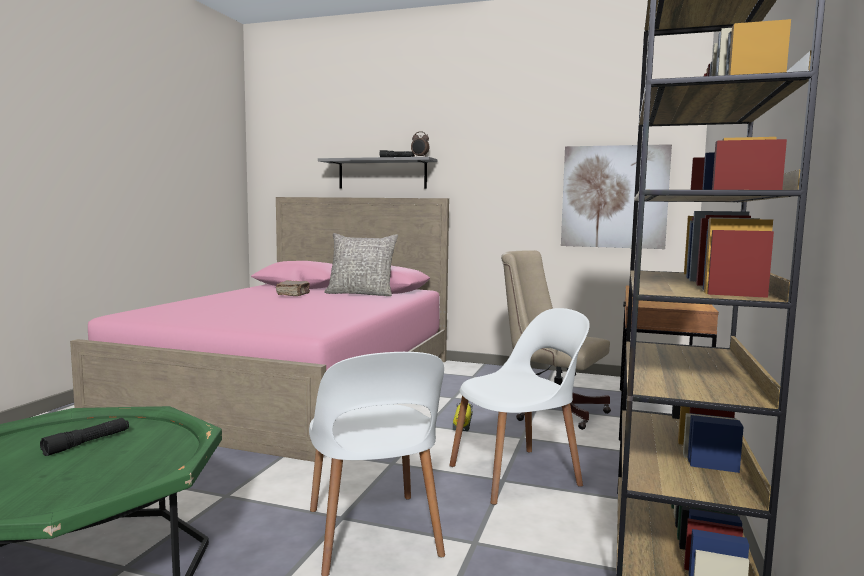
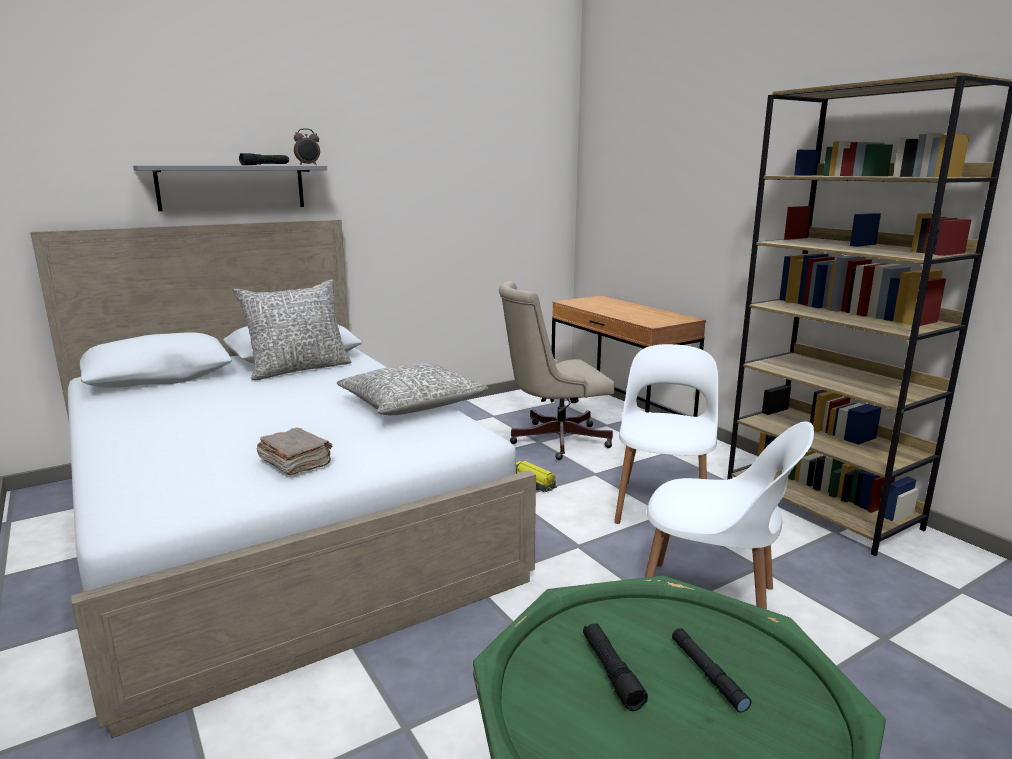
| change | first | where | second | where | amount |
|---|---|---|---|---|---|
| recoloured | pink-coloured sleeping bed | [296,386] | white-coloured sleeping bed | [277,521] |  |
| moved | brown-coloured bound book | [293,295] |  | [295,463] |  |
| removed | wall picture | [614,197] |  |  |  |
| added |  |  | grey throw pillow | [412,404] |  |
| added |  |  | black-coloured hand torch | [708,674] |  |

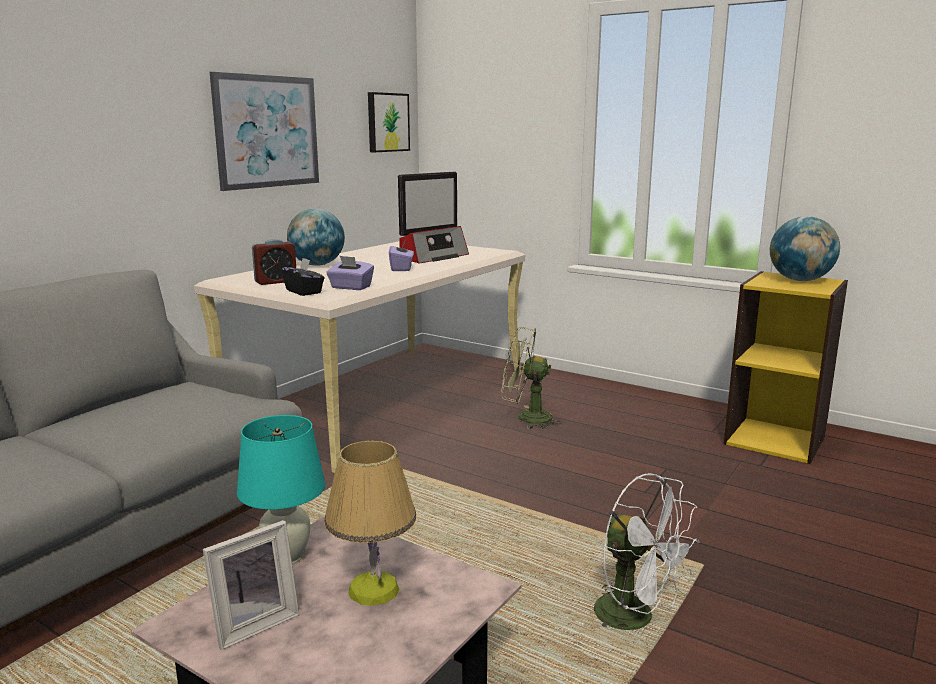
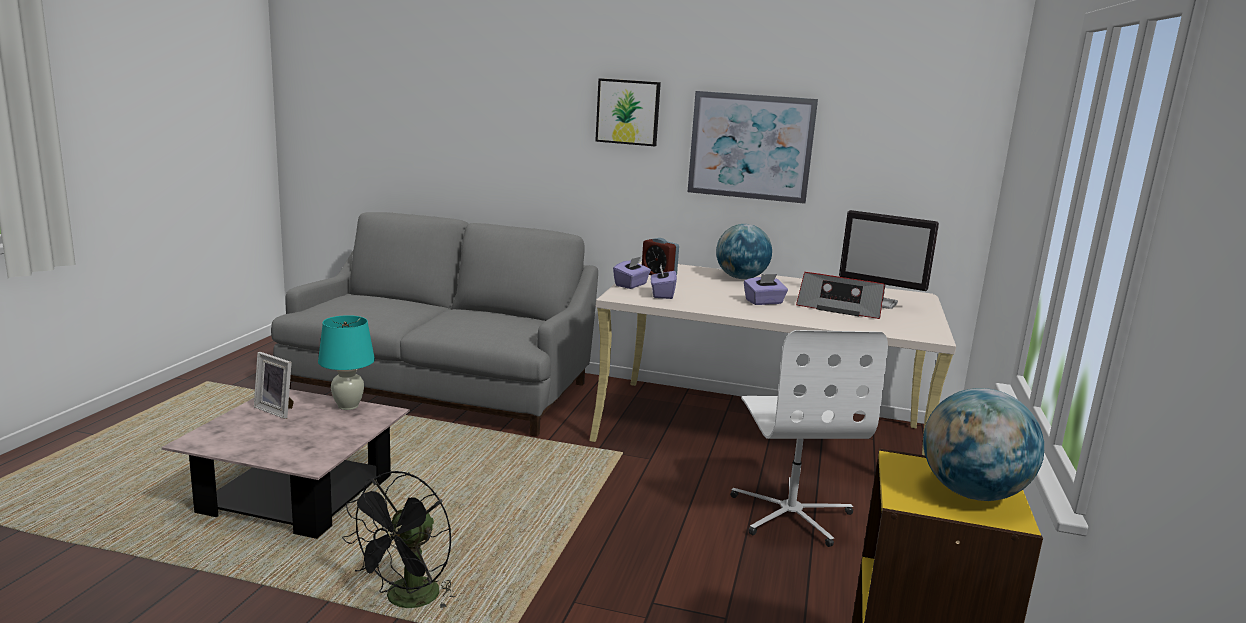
| change | first | where | second | where | amount |
|---|---|---|---|---|---|
| recoloured | black-coloured tissue box | [304,292] | purple tissue box | [631,285] |  |
| removed | lamp for a table | [373,589] |  |  |  |
| moved | wall picture | [387,122] |  | [628,112] |  |
| replaced | green-coloured fan | [526,418] | white-coloured office chair | [791,514] |  |
| recoloured | white-coloured fan | [636,618] | black-coloured fan | [407,601] |  |

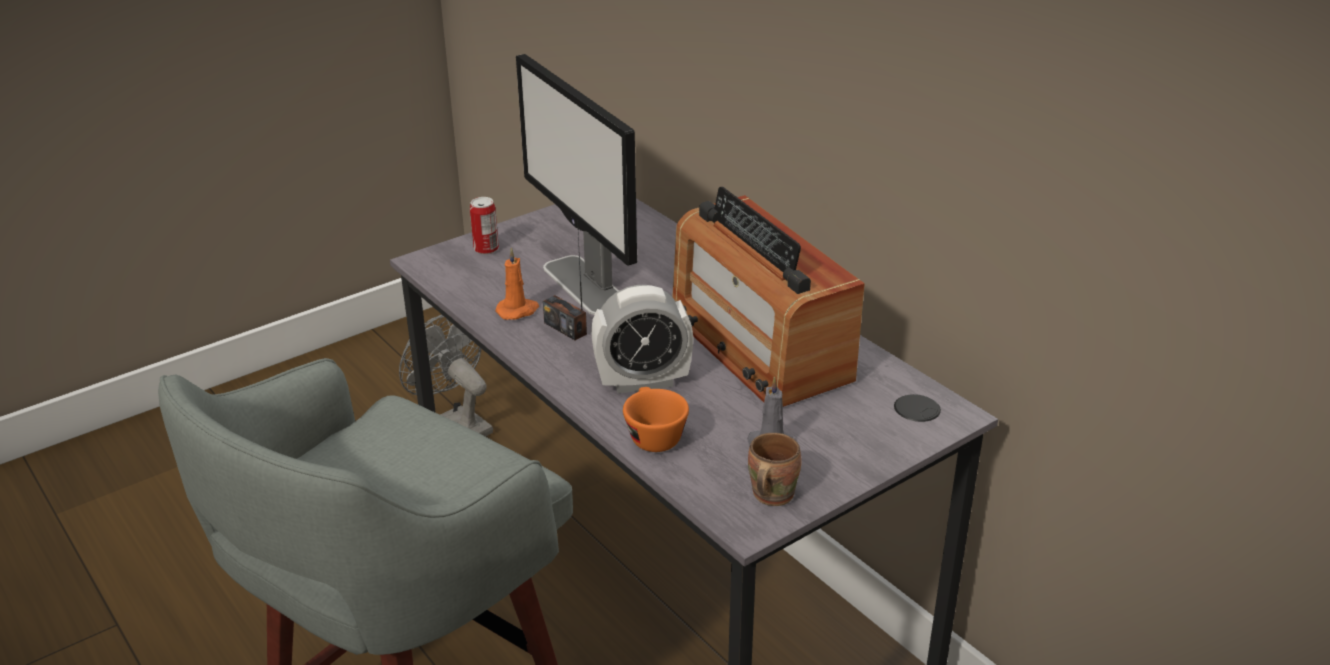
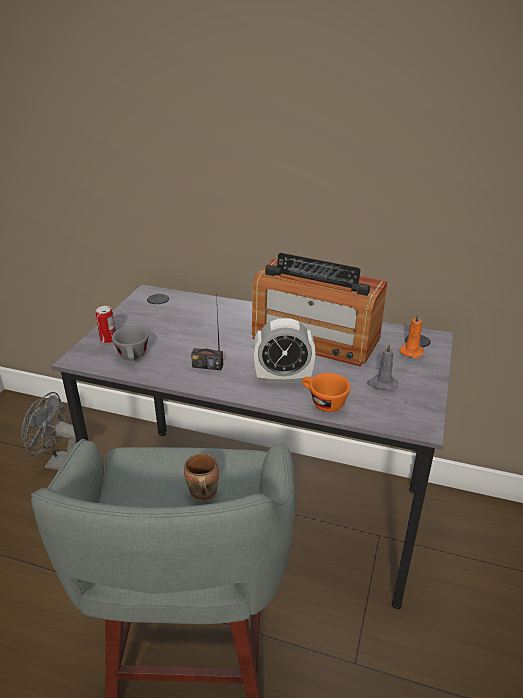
| change | first | where | second | where | amount |
|---|---|---|---|---|---|
| moved | orange-coloured wax light | [518,310] |  | [411,351] |  |
| removed | computer screen | [585,285] |  |  |  |
| turned | alarm clock | [642,382] |  | [283,377] | 45 degrees clockwise |
| moved | brown-coloured tea mug | [769,495] |  | [201,493] |  |
| added |  |  | grey small cup | [133,357] |  |

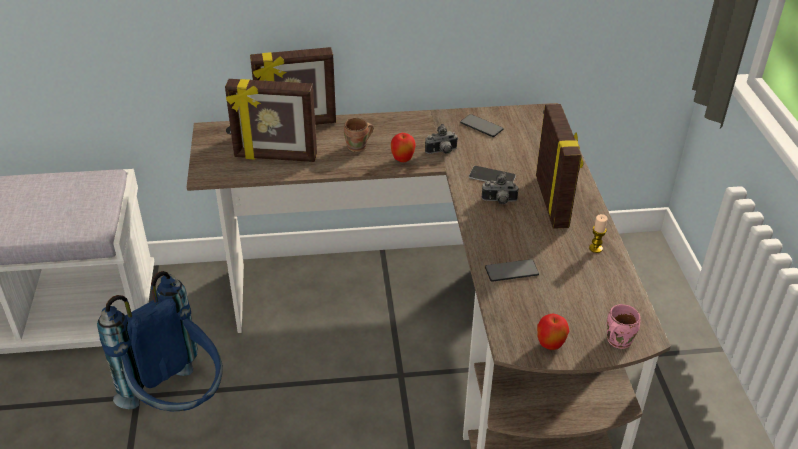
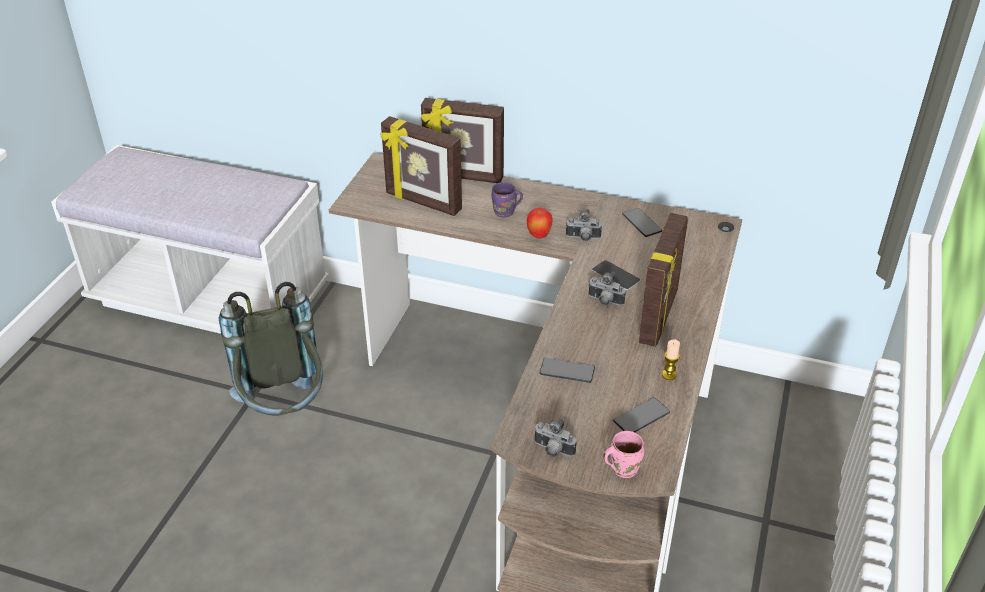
| change | first | where | second | where | amount |
|---|---|---|---|---|---|
| recoloured | blue-coloured knapsack | [179,403] | grey knapsack | [284,411] |  |
| recoloured | brown-coloured tea mug | [358,147] | purple tea mug | [505,213] |  |
| replaced | apple | [550,345] | still camera | [552,450] |  |
| added |  |  | handset | [641,417] |  |

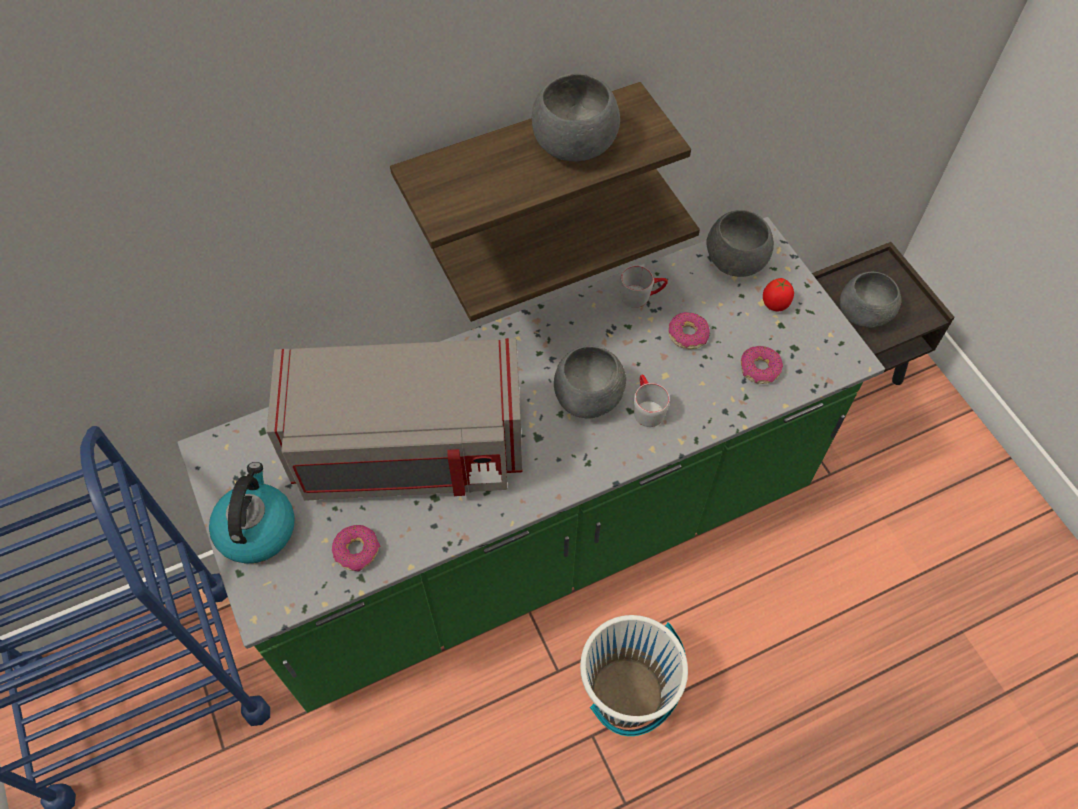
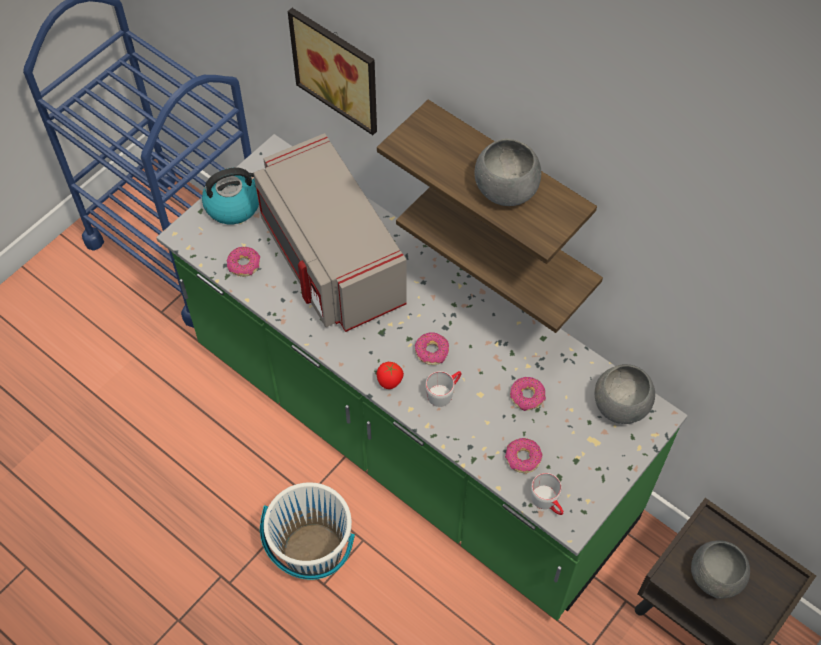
| change | first | where | second | where | amount |
|---|---|---|---|---|---|
| replaced | grey deep dish | [589,398] | ring doughnut | [432,351] |  |
| moved | grey tea mug | [641,295] |  | [548,502] |  |
| moved | fresh tomato | [775,305] |  | [389,382] |  |
| added |  |  | wall picture | [338,68] |  |

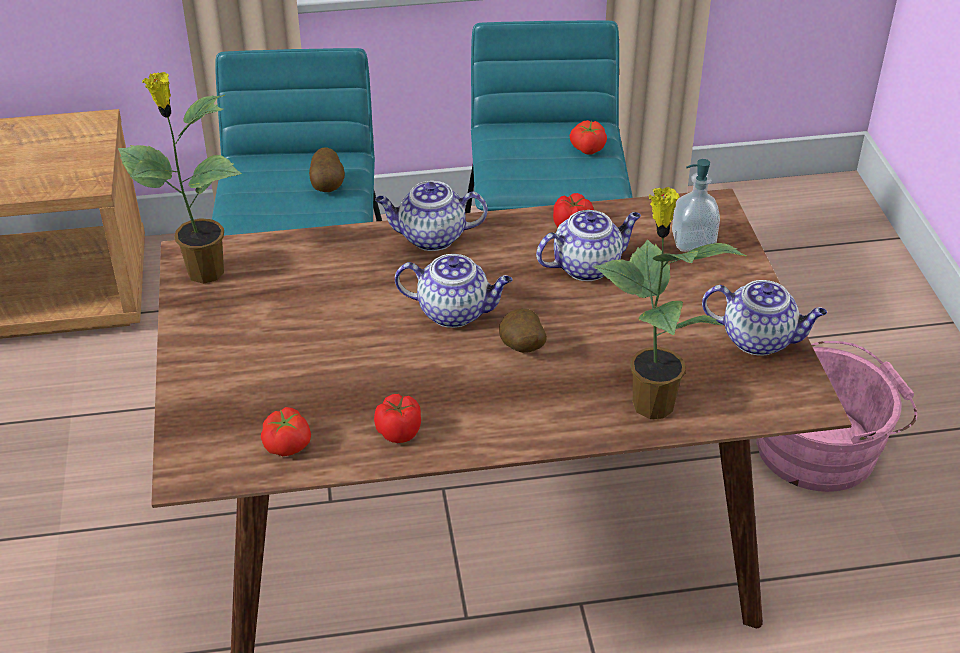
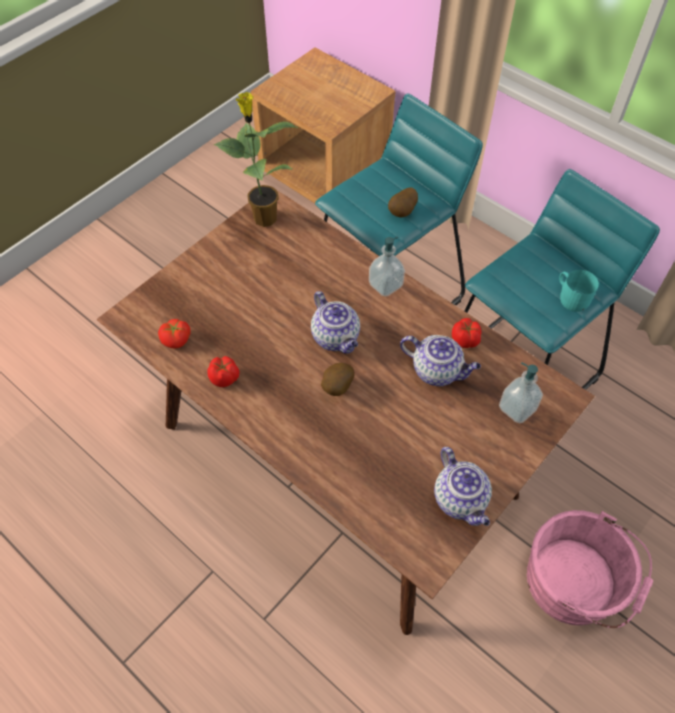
| change | first | where | second | where | amount |
|---|---|---|---|---|---|
| replaced | teapot | [431,238] | liquid soap bottle | [385,285] |  |
| replaced | fresh tomato | [587,148] | blue-green tea mug | [571,297] |  |
| removed | houseplant | [650,403] |  |  |  |

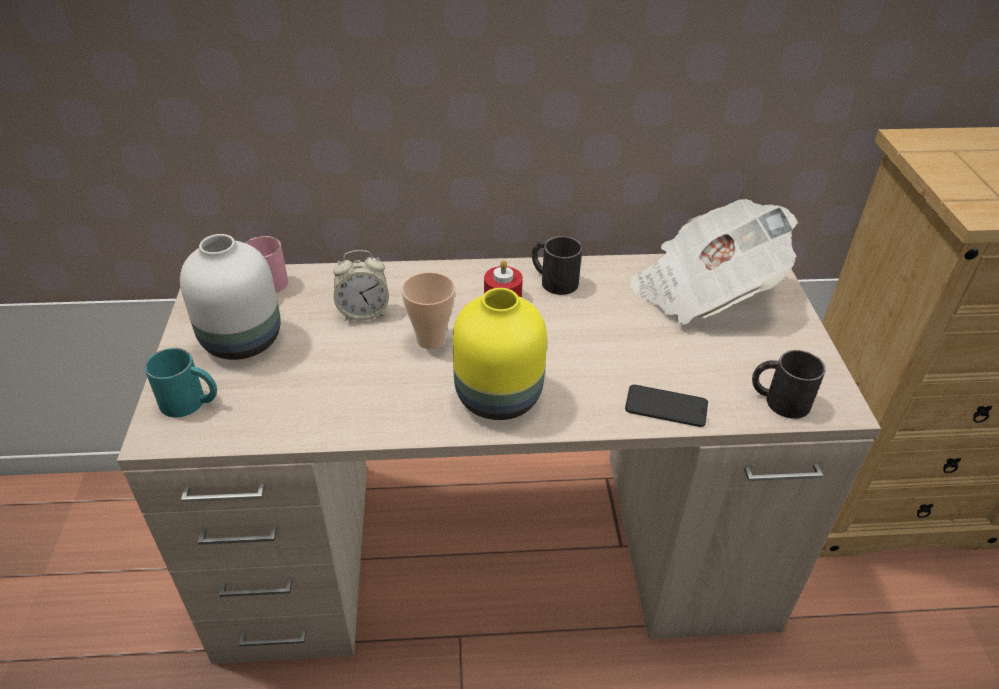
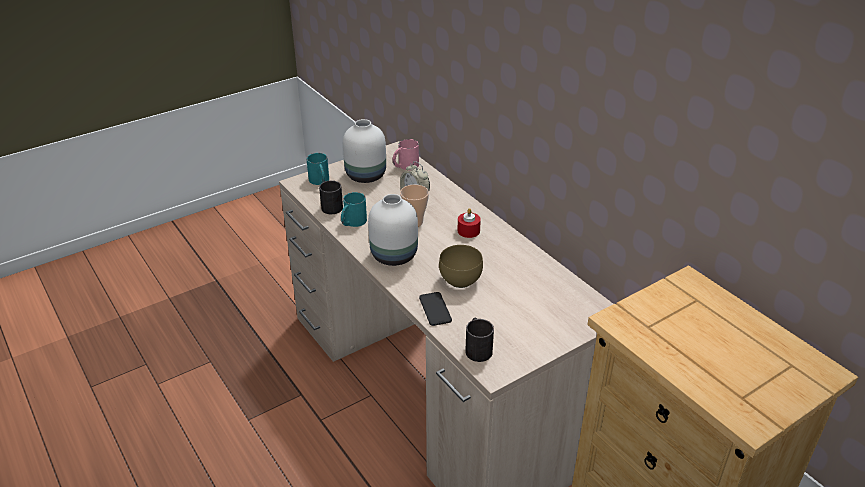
| change | first | where | second | where | amount |
|---|---|---|---|---|---|
| recoloured | yellow-coloured vase | [496,398] | white-coloured vase | [393,255] |  |
| moved | black-coloured tea mug | [553,280] |  | [333,205] |  |
| removed | newspaper | [703,291] |  |  |  |
| added |  |  | blue-green tea mug | [352,222] |  |
| added |  |  | brown-coloured deep dish | [462,281] |  |

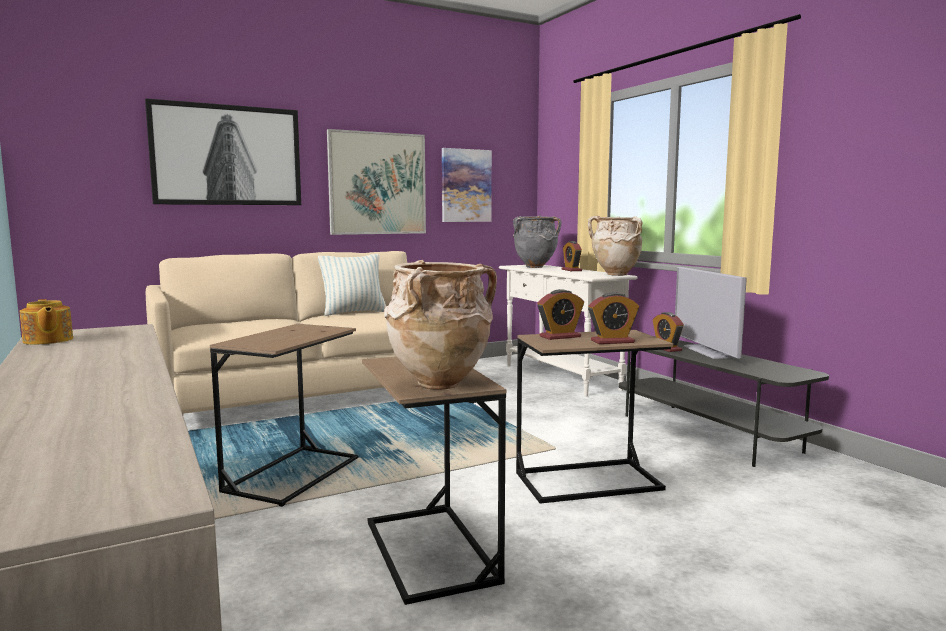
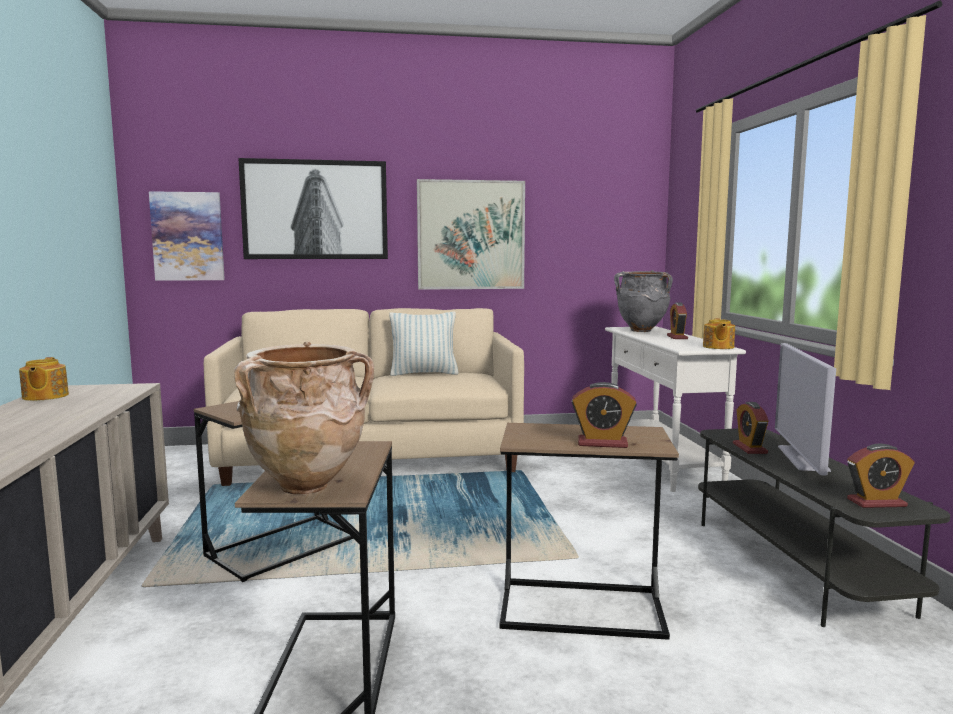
| change | first | where | second | where | amount |
|---|---|---|---|---|---|
| moved | wall picture | [466,185] |  | [188,236] |  |
| moved | alarm clock | [560,336] |  | [876,503] |  |
| replaced | beige-coloured vase | [615,275] | teapot | [718,347] |  |

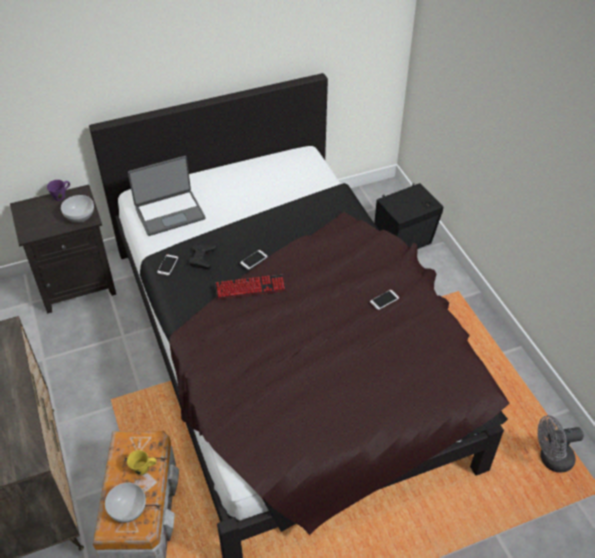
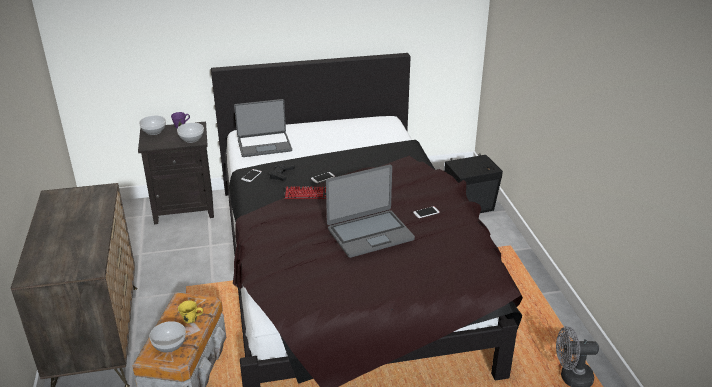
| change | first | where | second | where | amount |
|---|---|---|---|---|---|
| added |  |  | deep dish | [153,131] |  |
| added |  |  | notebook computer | [369,234] |  |

